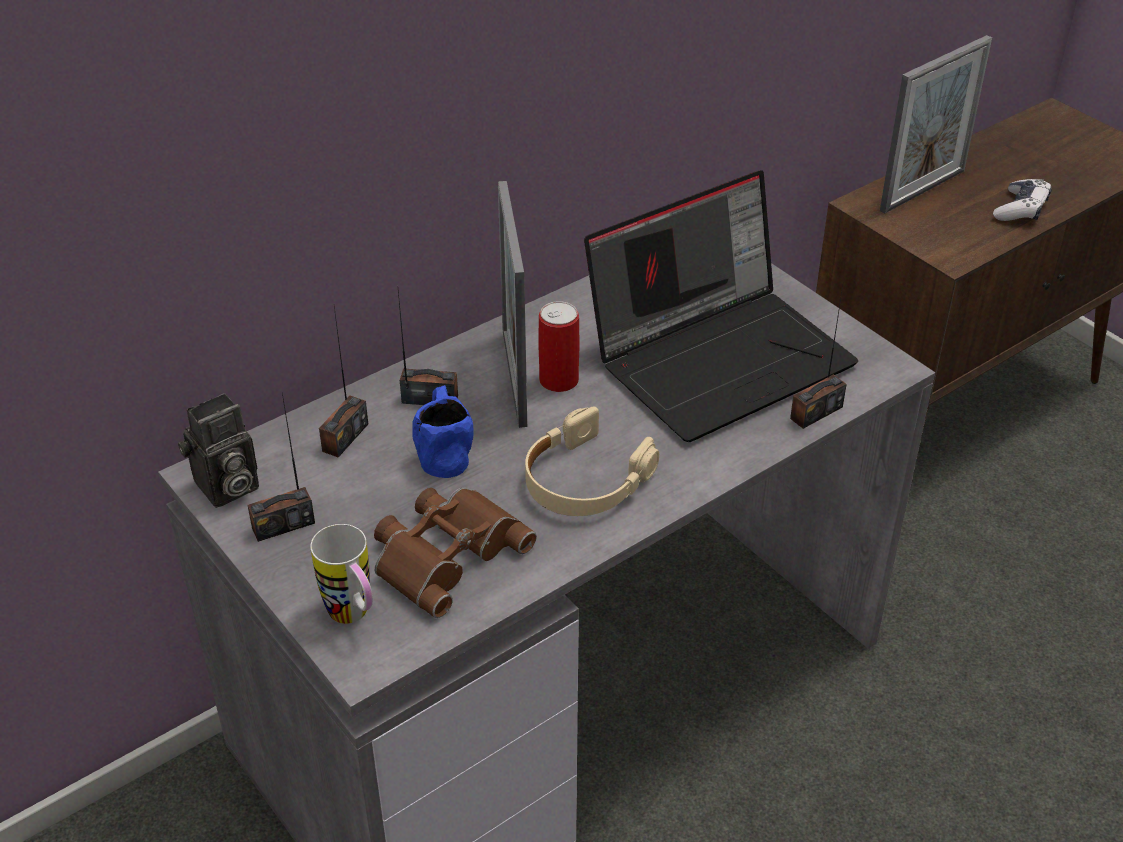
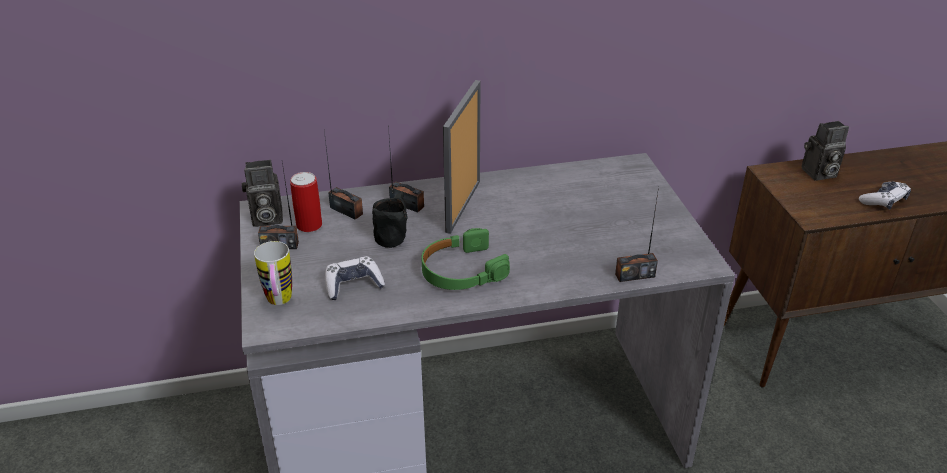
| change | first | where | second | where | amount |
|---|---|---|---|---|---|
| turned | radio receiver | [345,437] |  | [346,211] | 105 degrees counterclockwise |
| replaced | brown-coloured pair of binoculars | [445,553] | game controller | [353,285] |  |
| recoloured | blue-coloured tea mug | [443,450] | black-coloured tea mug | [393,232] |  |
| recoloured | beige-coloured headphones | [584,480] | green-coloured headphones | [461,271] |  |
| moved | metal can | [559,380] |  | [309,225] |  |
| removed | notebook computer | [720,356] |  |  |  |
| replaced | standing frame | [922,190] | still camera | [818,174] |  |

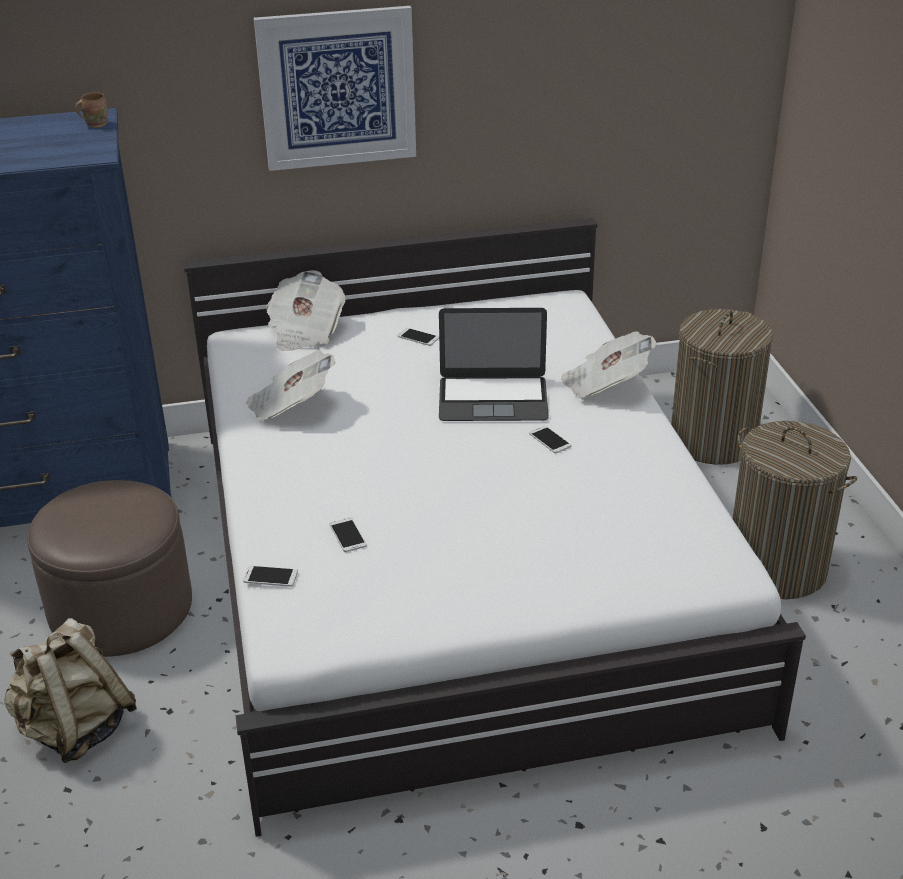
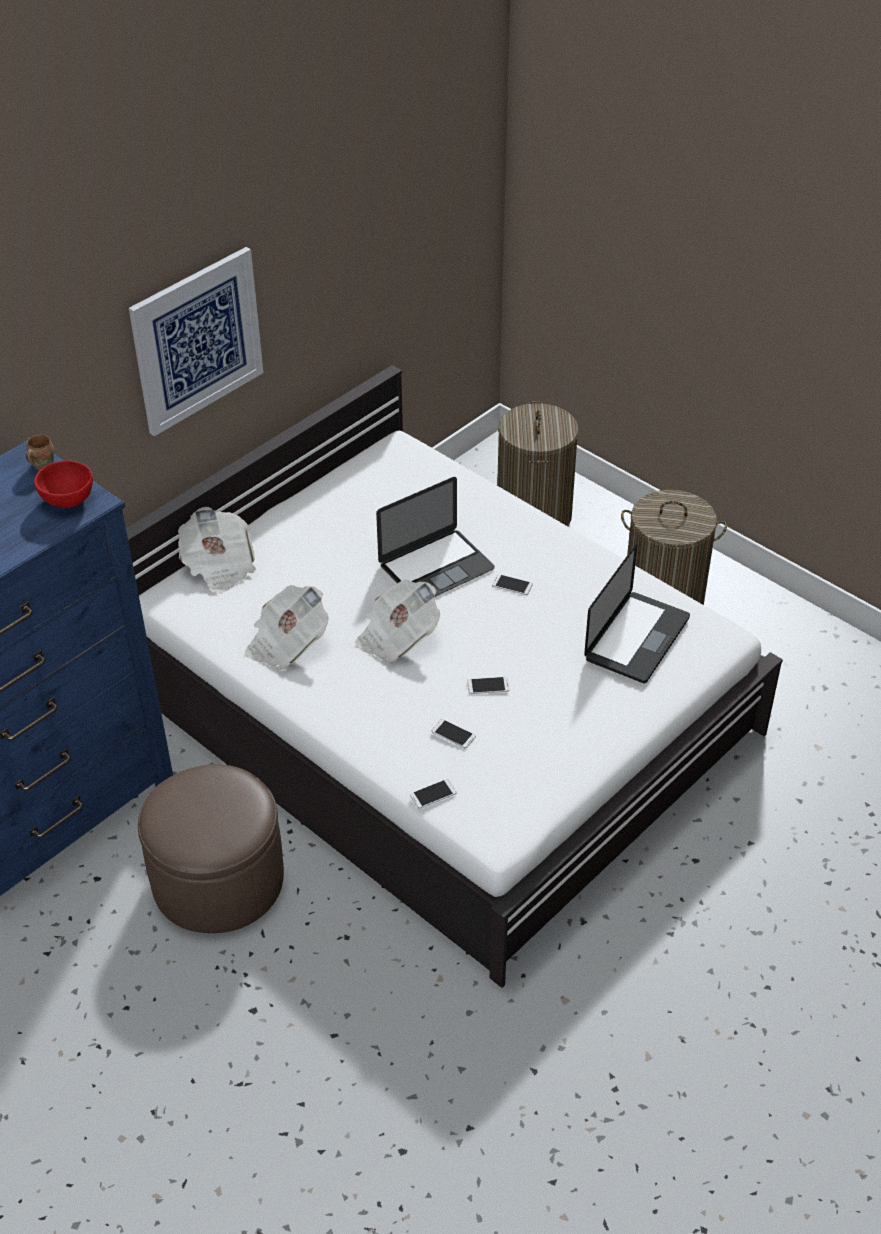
| change | first | where | second | where | amount |
|---|---|---|---|---|---|
| removed | beige-coloured knapsack | [75,729] |  |  |  |
| moved | handset | [418,337] |  | [488,686] |  |
| moved | newspaper | [605,385] |  | [397,637] |  |
| added |  |  | red deep dish | [68,501] |  |
| added |  |  | notebook computer | [637,639] |  |

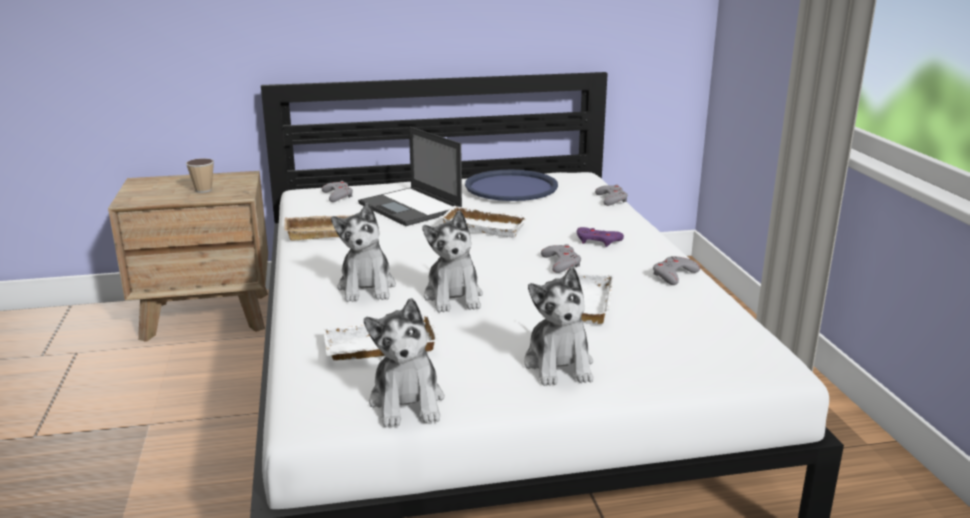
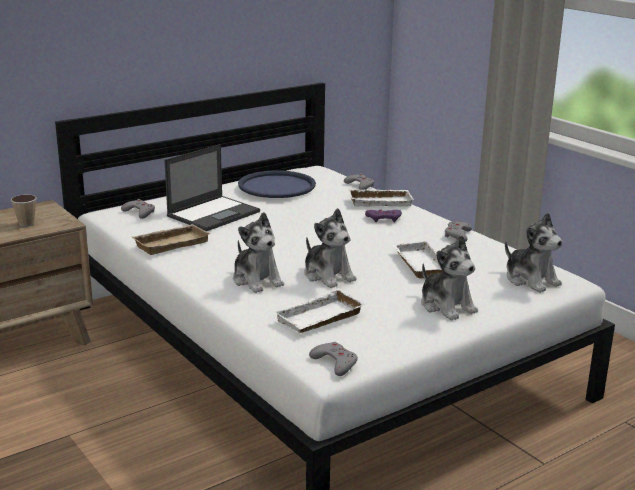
| change | first | where | second | where | amount |
|---|---|---|---|---|---|
| turned | notebook computer | [411,207] |  | [214,213] | 75 degrees counterclockwise |
| moved | plush toy | [407,402] |  | [531,280] |  |
| moved | white-coloured serving tray | [486,226] |  | [380,201] |  |
| moved | grey game controller | [561,263] |  | [335,362] |  |

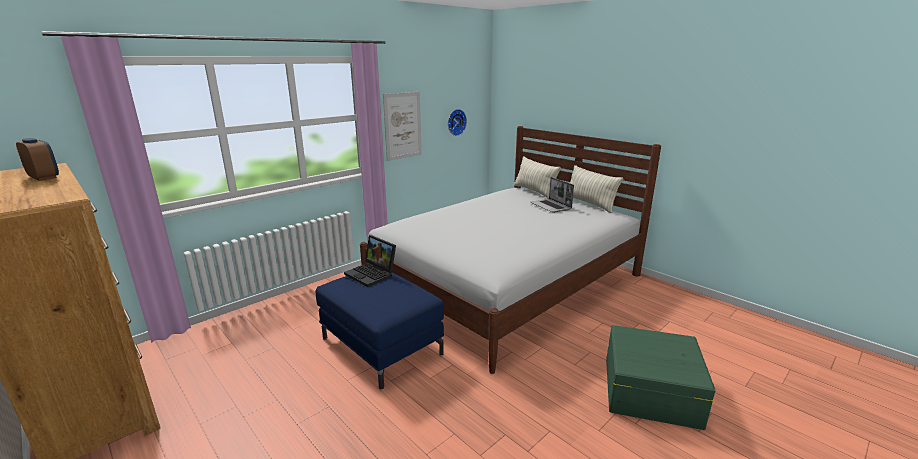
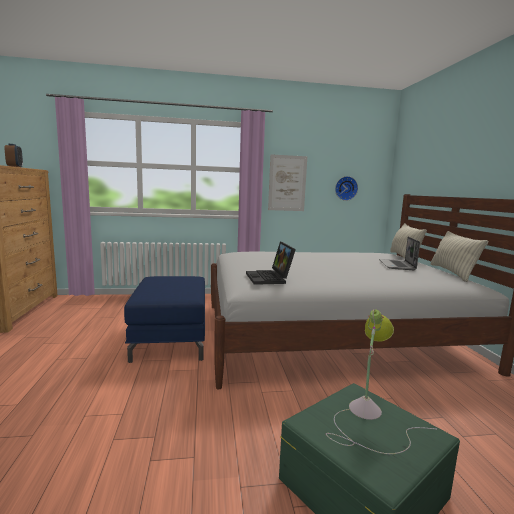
| change | first | where | second | where | amount |
|---|---|---|---|---|---|
| moved | notebook computer | [372,274] |  | [270,278] |  |
| added |  |  | lamp for a table | [368,417] |  |

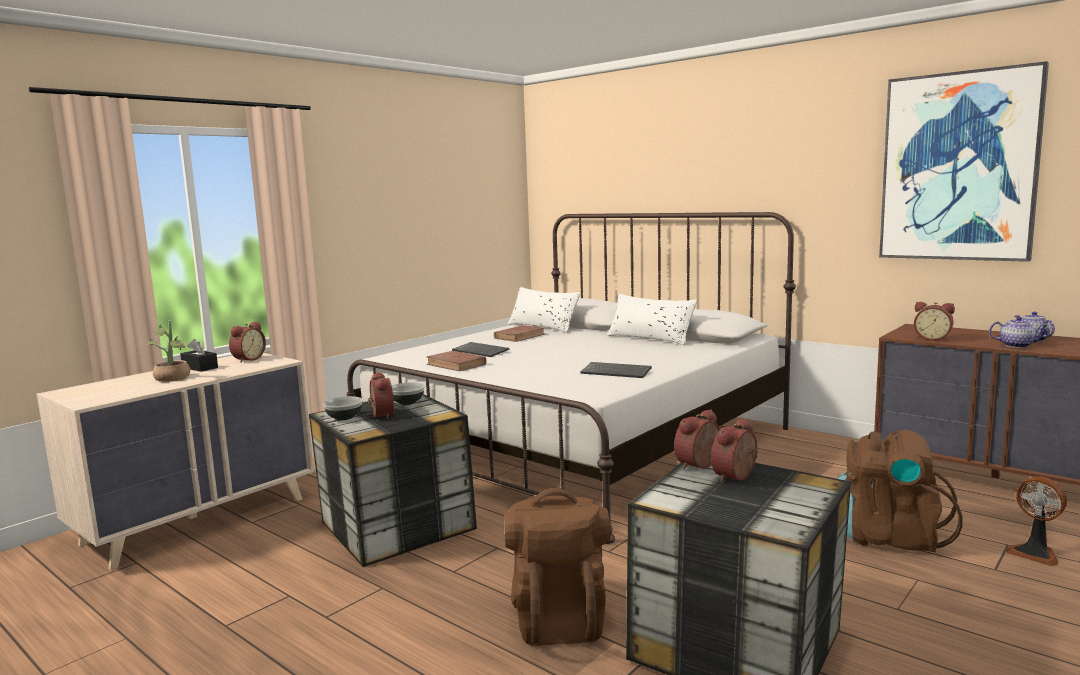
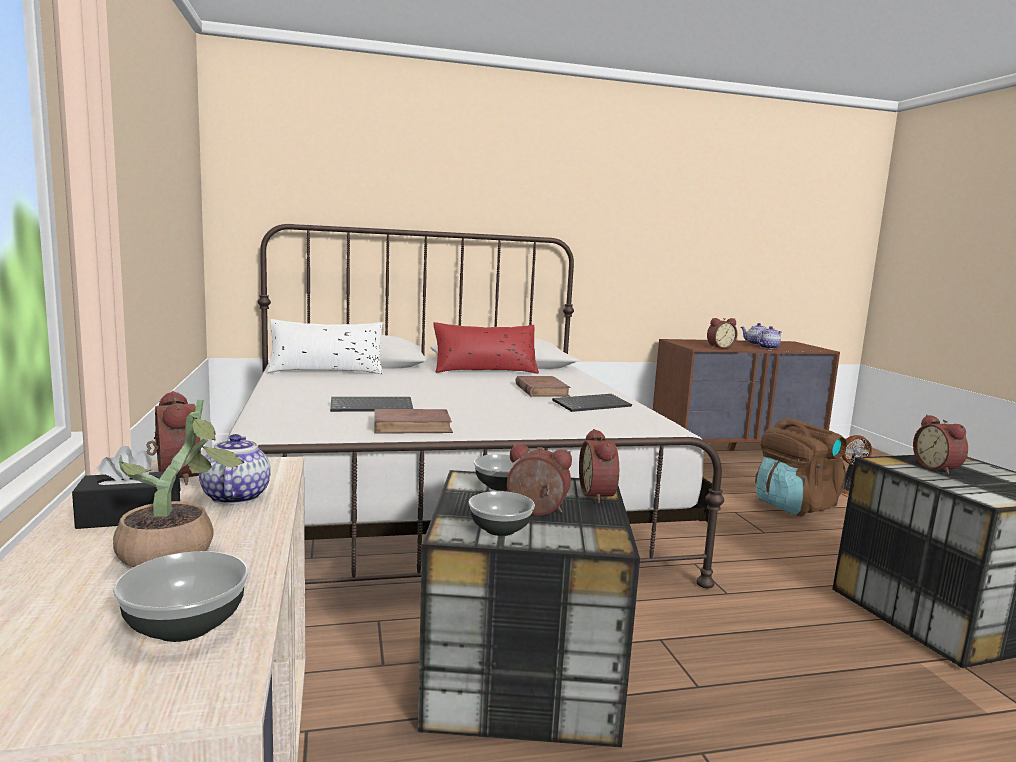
| change | first | where | second | where | amount |
|---|---|---|---|---|---|
| moved | brown-coloured bound book | [520,336] |  | [541,390] |  |
| removed | brown-coloured knapsack | [558,617] |  |  |  |
| recoloured | white-coloured throw pillow | [650,338] | red throw pillow | [485,370] |  |
| moved | alarm clock | [700,466] |  | [600,494] |  |
| removed | wall picture | [958,167] |  |  |  |
| added |  |  | deep dish | [186,625] |  |
| added |  |  | teapot | [235,496] |  |

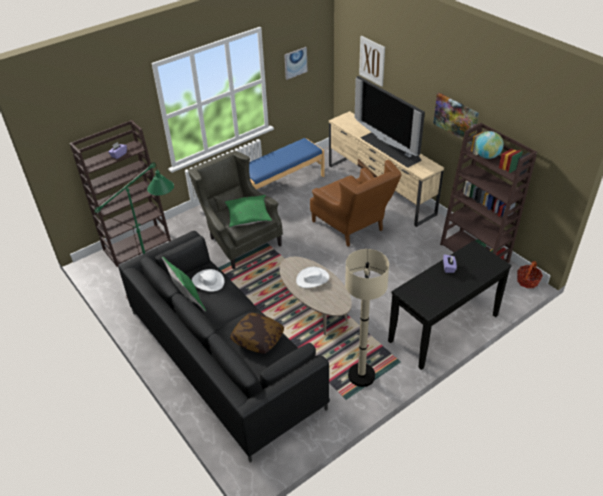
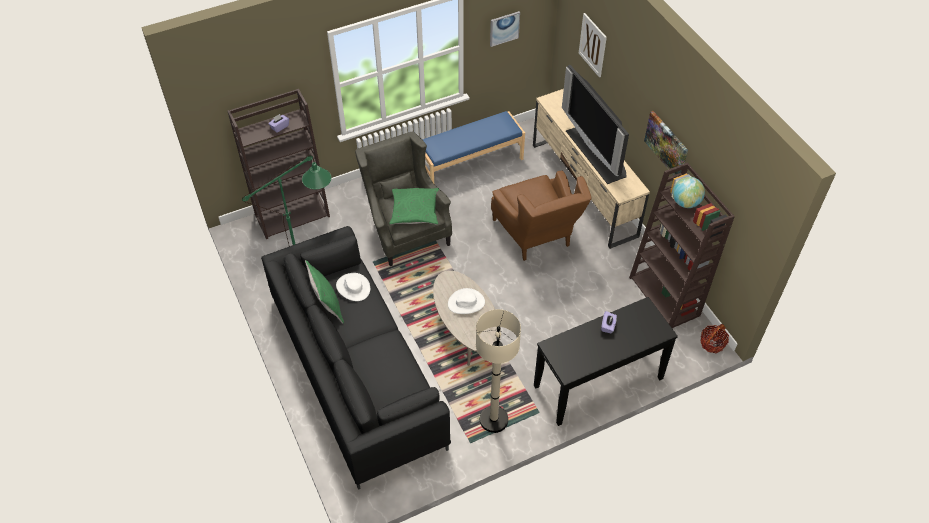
| change | first | where | second | where | amount |
|---|---|---|---|---|---|
| removed | throw pillow | [257,339] |  |  |  |

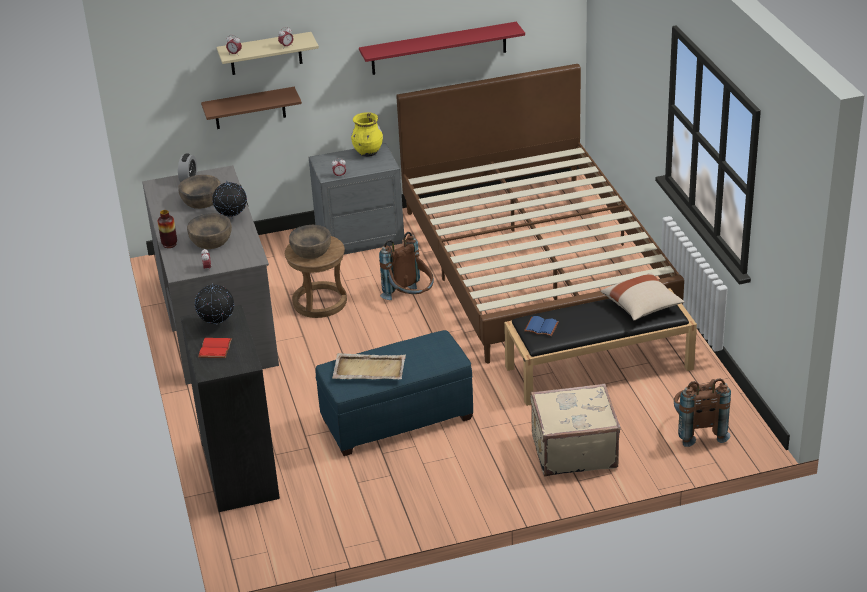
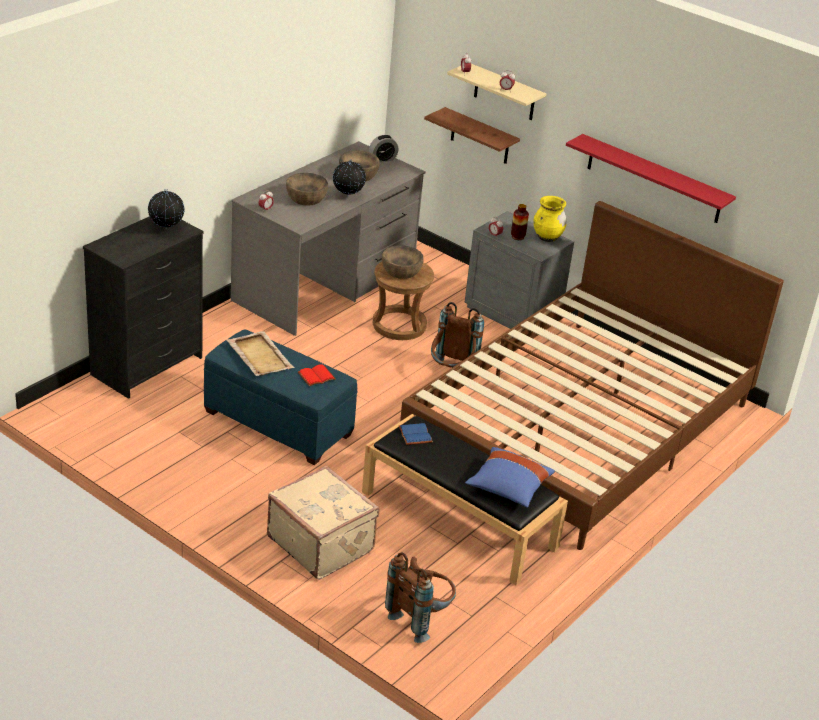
| change | first | where | second | where | amount |
|---|---|---|---|---|---|
| moved | vase | [169,244] |  | [517,237] |  |
| moved | red bound book | [216,349] |  | [316,377] |  |
| recoloured | beige-coloured throw pillow | [642,307] | blue-coloured throw pillow | [508,488] |  |

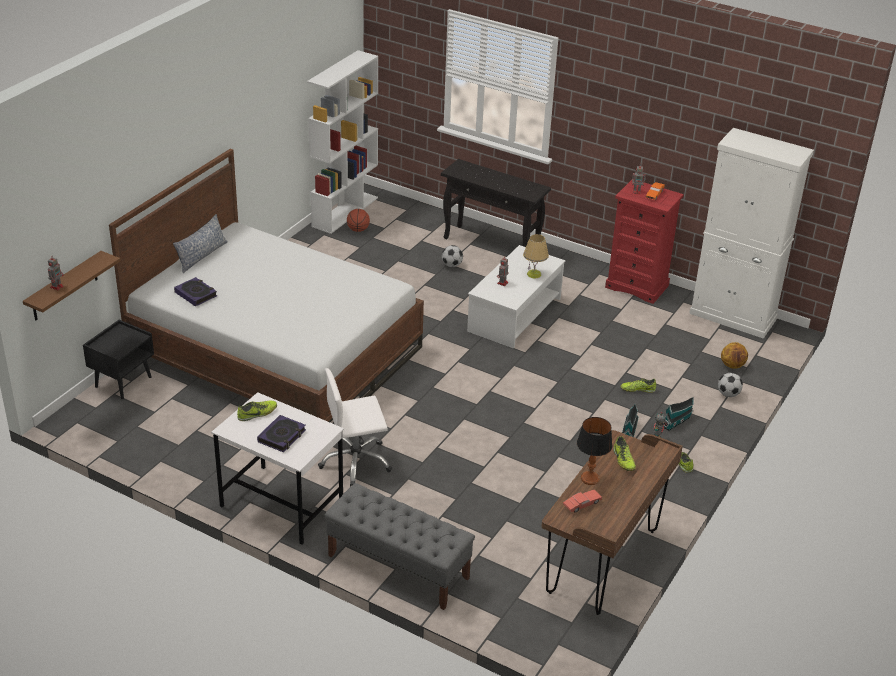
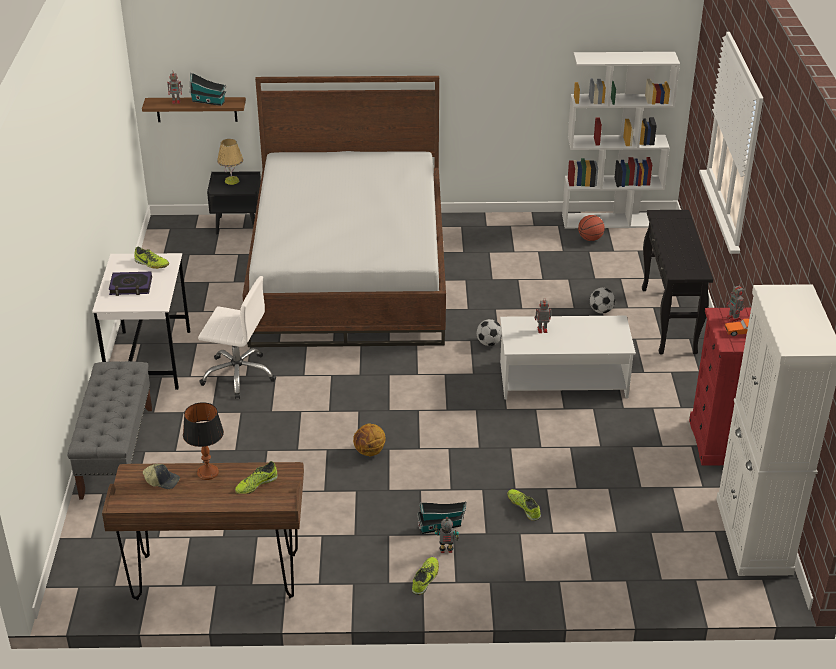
| change | first | where | second | where | amount |
|---|---|---|---|---|---|
| removed | throw pillow | [201,256] |  |  |  |
| removed | bound book | [196,294] |  |  |  |
| turned | white-coloured office chair | [355,462] |  | [238,375] | 150 degrees clockwise |
| moved | lamp for a table | [534,274] |  | [232,181] |  |
| replaced | red miniature car | [582,505] | baseball cap | [162,481] |  |
| moved | miniature house | [677,421] |  | [209,102] |  |
| moved | football ball | [728,394] |  | [489,343] |  |
| moved | basketball ball | [732,365] |  | [369,452] |  |

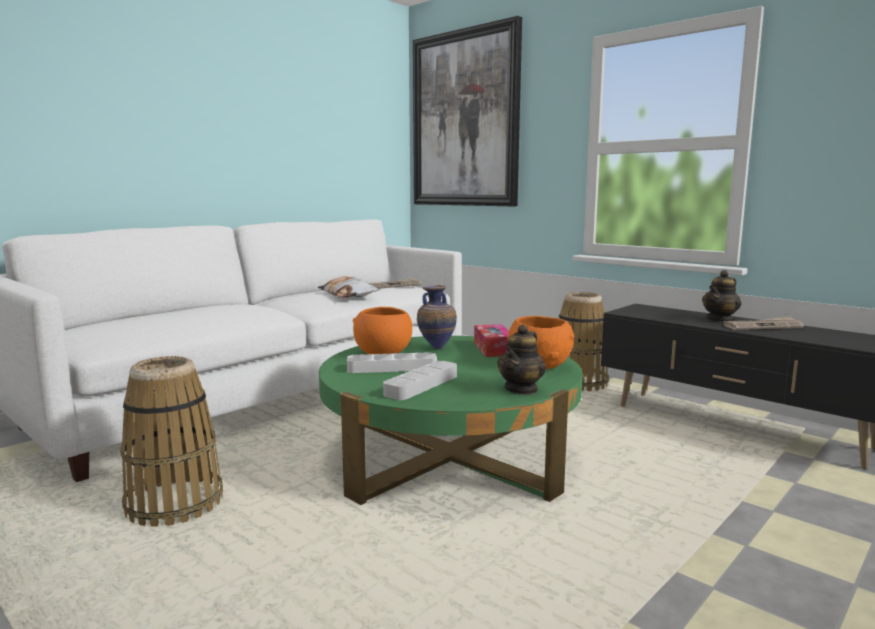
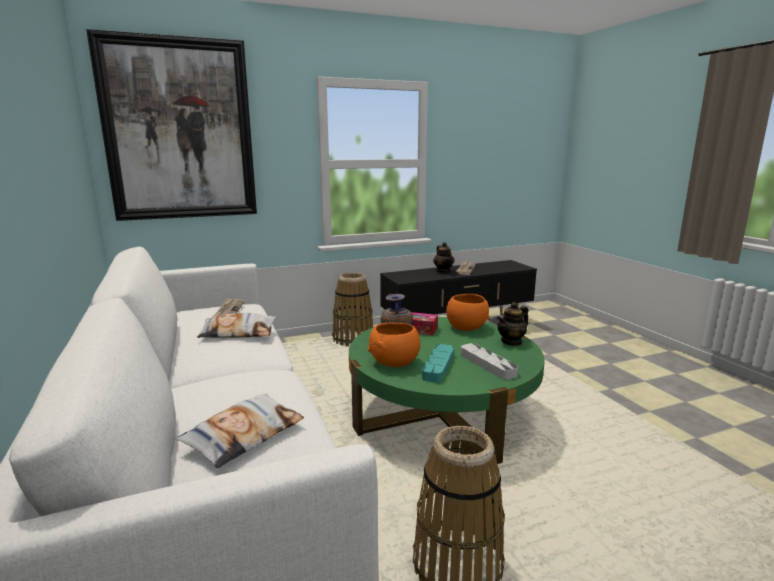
| change | first | where | second | where | amount |
|---|---|---|---|---|---|
| recoloured | white-coloured serving tray | [392,368] | blue-green serving tray | [438,366] |  |
| turned | teapot | [521,389] |  | [511,341] | 90 degrees clockwise |
| added |  |  | throw pillow | [244,435] |  |

